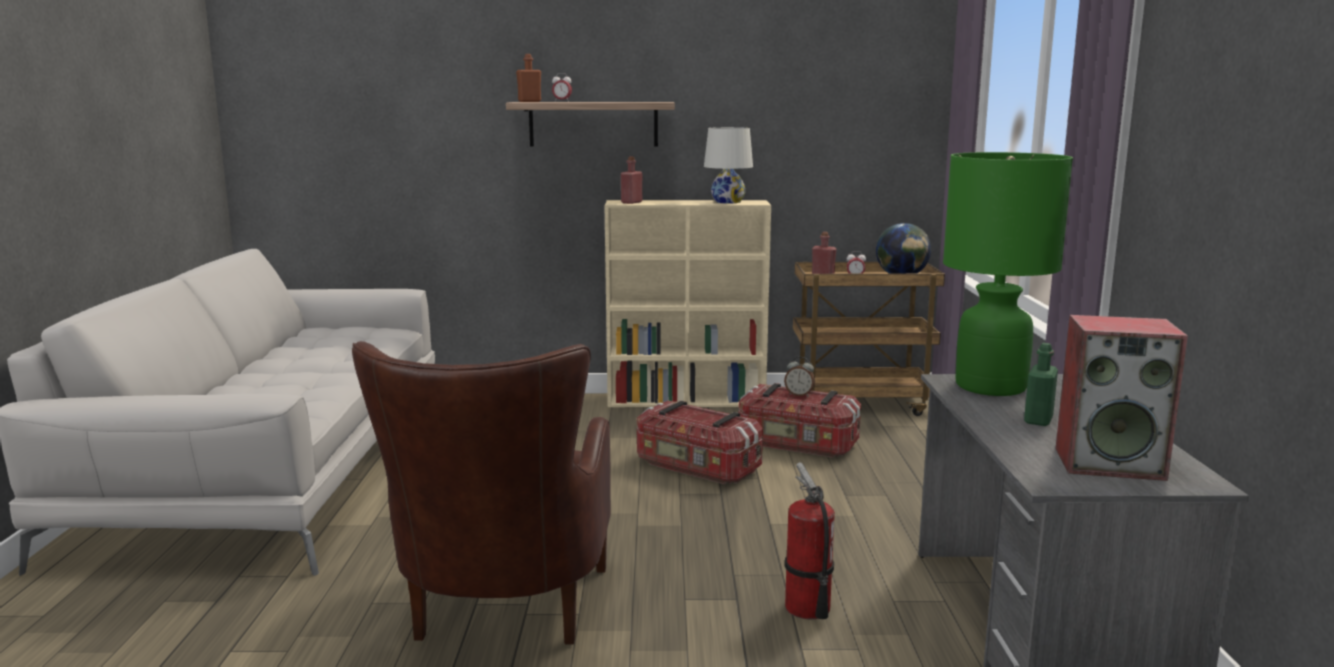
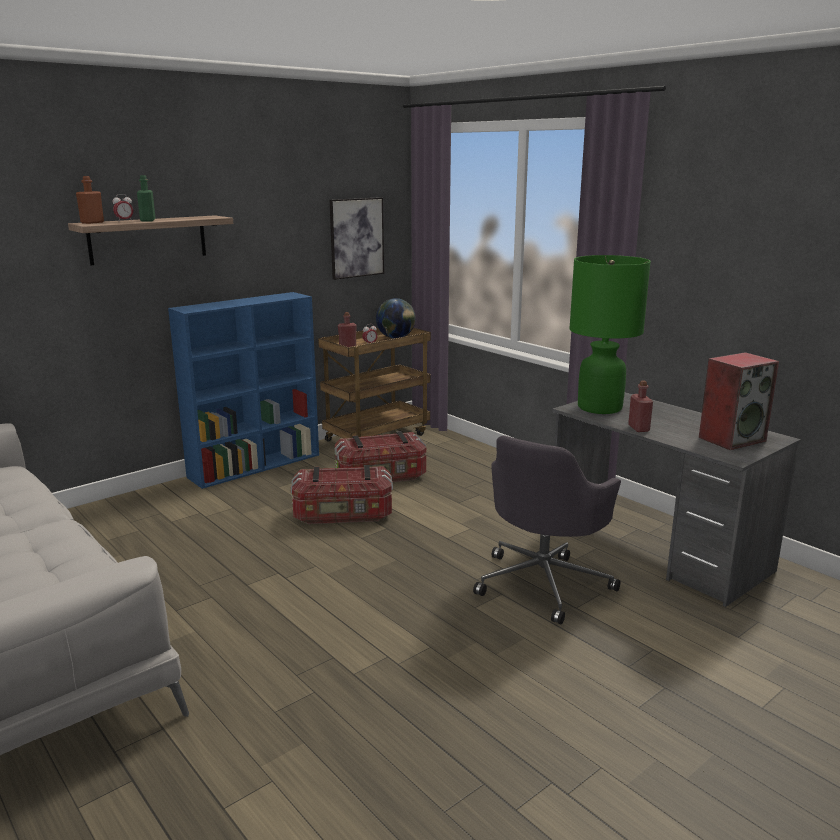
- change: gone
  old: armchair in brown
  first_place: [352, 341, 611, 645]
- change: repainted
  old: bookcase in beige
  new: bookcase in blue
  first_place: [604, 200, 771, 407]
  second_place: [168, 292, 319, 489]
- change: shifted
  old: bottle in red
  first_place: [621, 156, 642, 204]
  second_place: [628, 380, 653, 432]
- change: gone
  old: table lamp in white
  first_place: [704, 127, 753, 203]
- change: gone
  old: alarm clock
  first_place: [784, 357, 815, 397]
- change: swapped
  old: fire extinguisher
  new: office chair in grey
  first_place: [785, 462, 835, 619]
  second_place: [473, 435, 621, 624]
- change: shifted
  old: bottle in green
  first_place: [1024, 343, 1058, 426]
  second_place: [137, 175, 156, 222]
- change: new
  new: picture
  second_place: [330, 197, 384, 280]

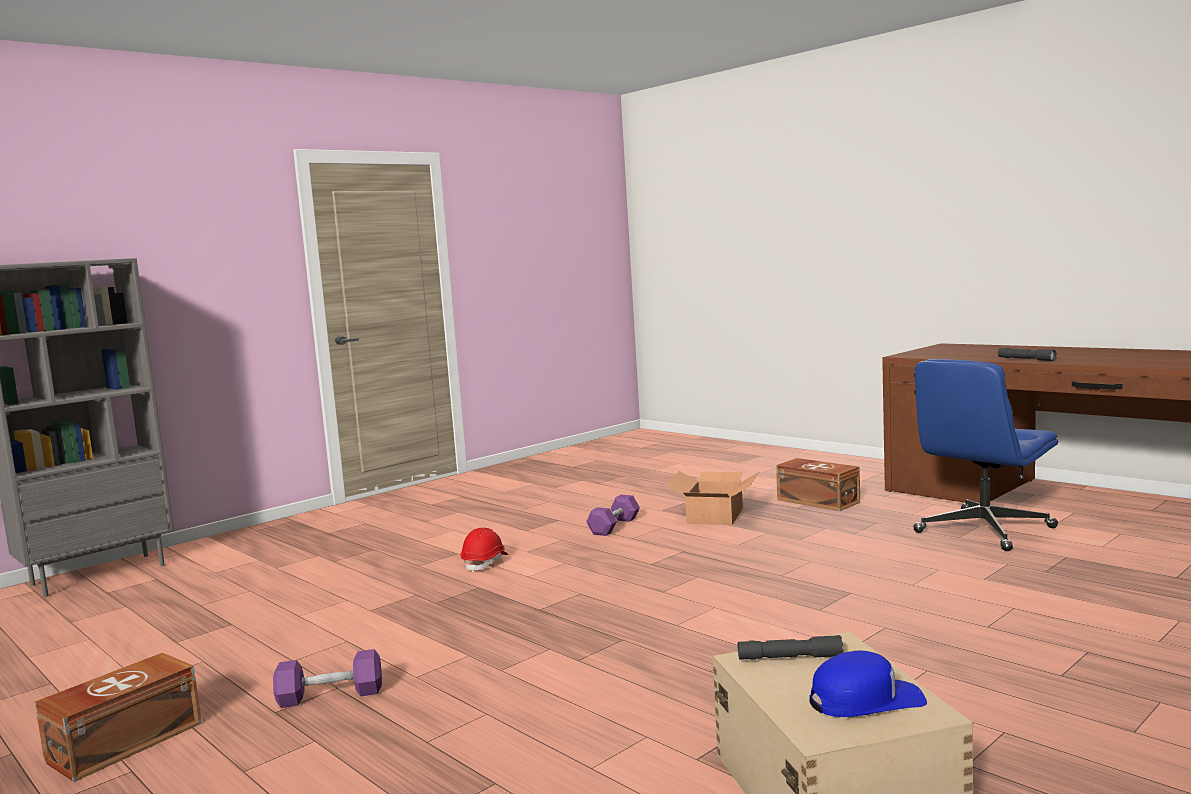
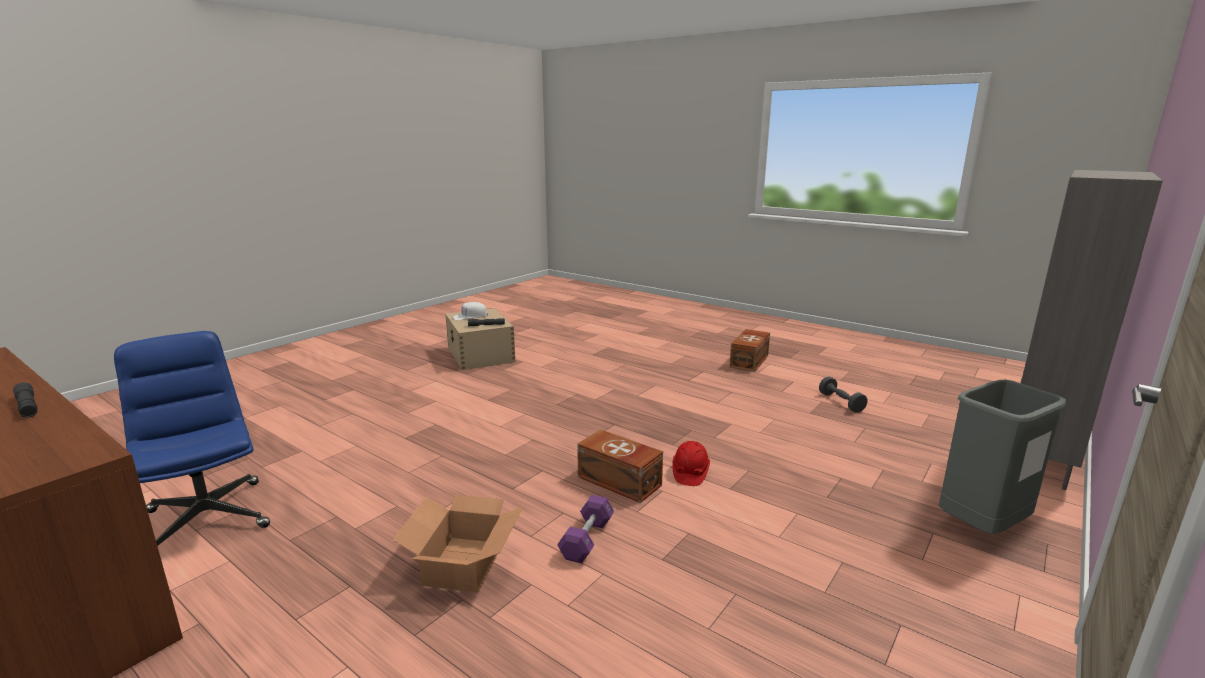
- change: gone
  old: dumbbell in purple
  first_place: [273, 649, 382, 708]
- change: shifted
  old: storage box in brown
  first_place: [776, 458, 860, 511]
  second_place: [577, 430, 663, 503]
- change: repainted
  old: cap in blue
  new: cap in white
  first_place: [809, 650, 927, 717]
  second_place: [453, 302, 488, 320]
- change: rotated
  old: office chair in blue
  first_place: [913, 359, 1058, 551]
  second_place: [114, 331, 270, 546]
  degrees: -75
- change: new
  new: dumbbell in grey
  second_place: [819, 377, 867, 413]
- change: new
  new: trash can in grey
  second_place: [939, 380, 1066, 534]

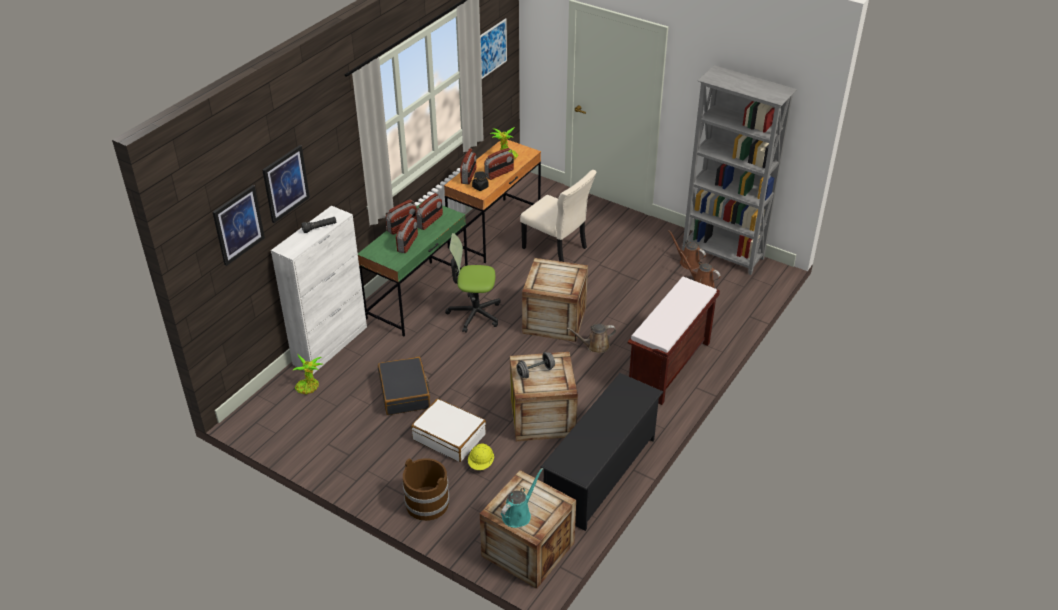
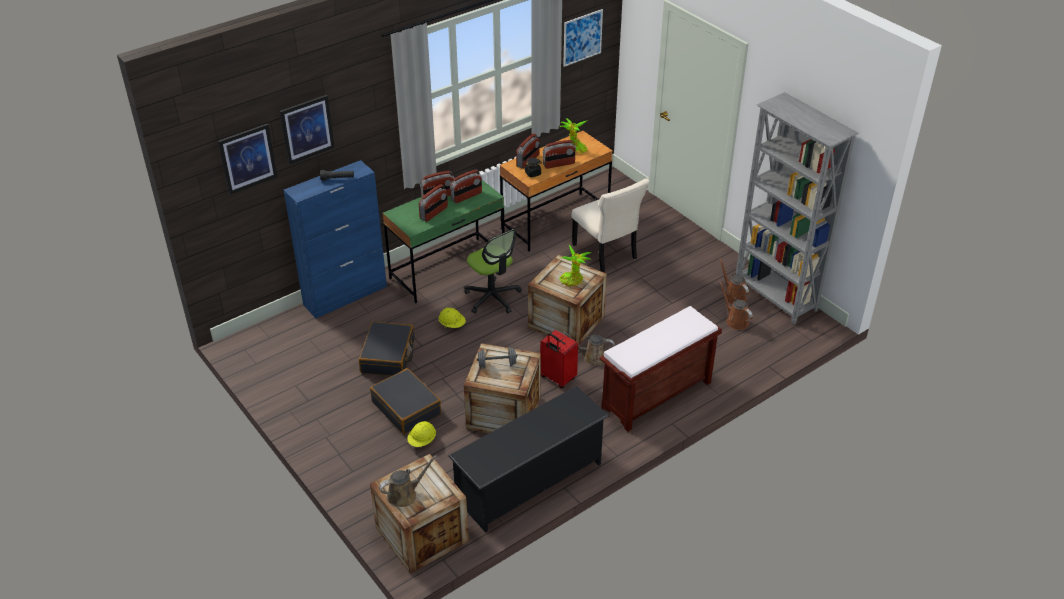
- change: repainted
  old: cabinet in white
  new: cabinet in blue
  first_place: [271, 206, 367, 374]
  second_place: [284, 160, 387, 318]
- change: shifted
  old: potted plant
  first_place: [292, 353, 322, 394]
  second_place: [559, 244, 592, 286]
- change: gone
  old: bucket in brown
  first_place: [403, 458, 449, 521]
- change: repainted
  old: suitcase in white
  new: suitcase in black
  first_place: [411, 399, 486, 462]
  second_place: [370, 368, 441, 434]
- change: rotated
  old: office chair
  first_place: [445, 233, 500, 333]
  second_place: [464, 229, 522, 314]
  degrees: -150
- change: repainted
  old: watering can in turquoise
  new: watering can in brown
  first_place: [501, 468, 543, 528]
  second_place: [379, 455, 437, 507]
- change: new
  new: hard hat in yellow
  second_place: [439, 308, 466, 328]
- change: new
  new: suitcase in red
  second_place: [540, 330, 578, 388]

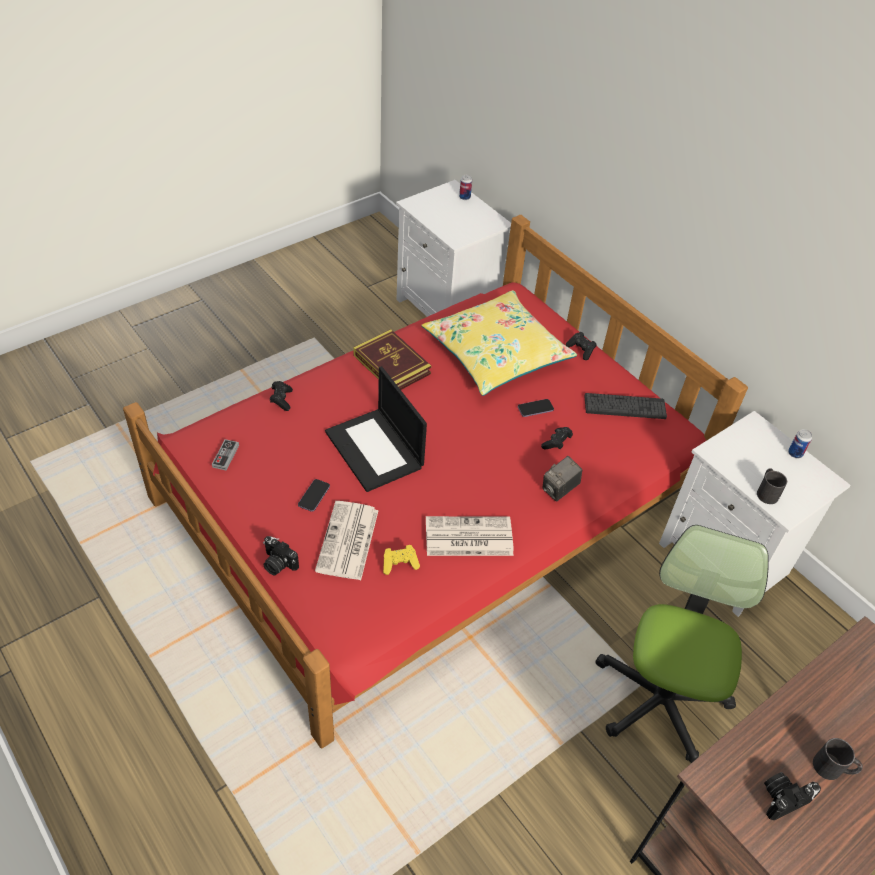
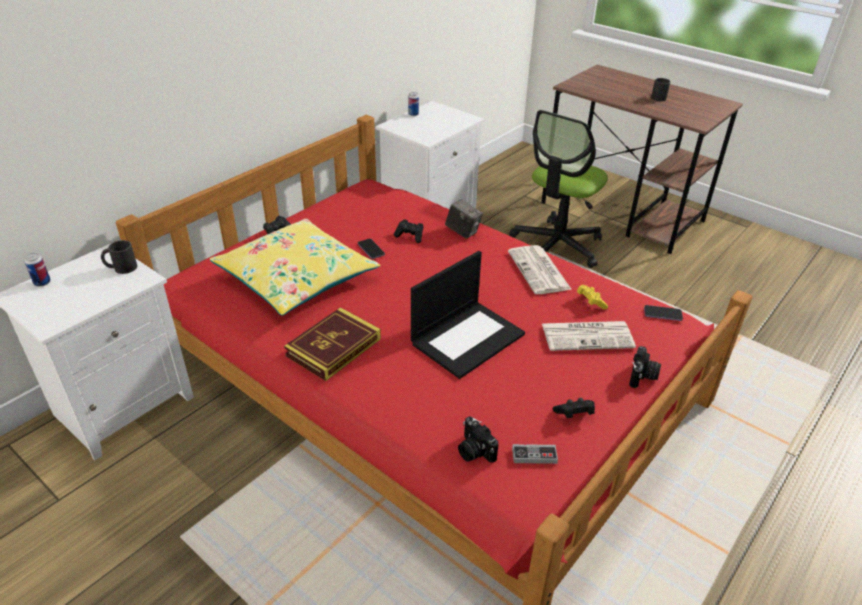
- change: shifted
  old: game controller in black
  first_place: [270, 381, 293, 411]
  second_place: [553, 398, 595, 418]
- change: shifted
  old: phone
  first_place: [298, 479, 330, 512]
  second_place: [644, 305, 683, 321]
- change: gone
  old: keyboard
  first_place: [584, 393, 667, 419]
- change: rotated
  old: office chair
  first_place: [595, 525, 769, 763]
  second_place: [509, 110, 608, 268]
  degrees: -60
- change: shifted
  old: mug in black
  first_place: [757, 468, 787, 504]
  second_place: [101, 240, 137, 274]
- change: shifted
  old: photo camera
  first_place: [764, 772, 821, 820]
  second_place: [458, 416, 498, 463]

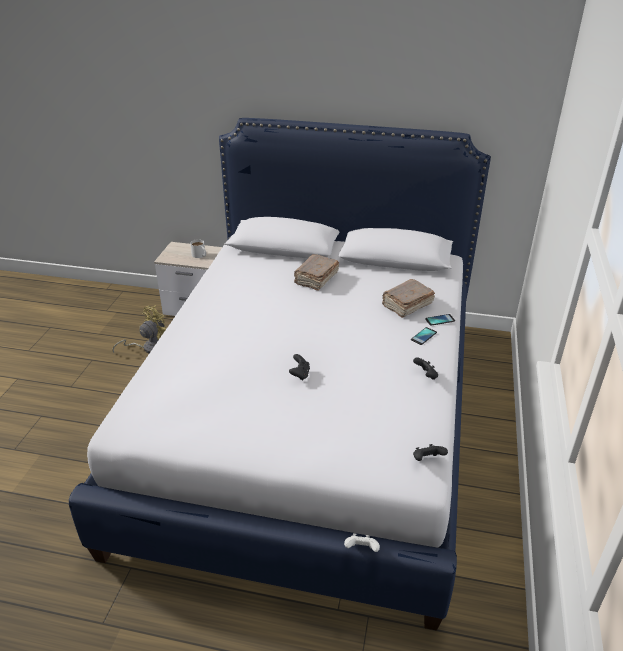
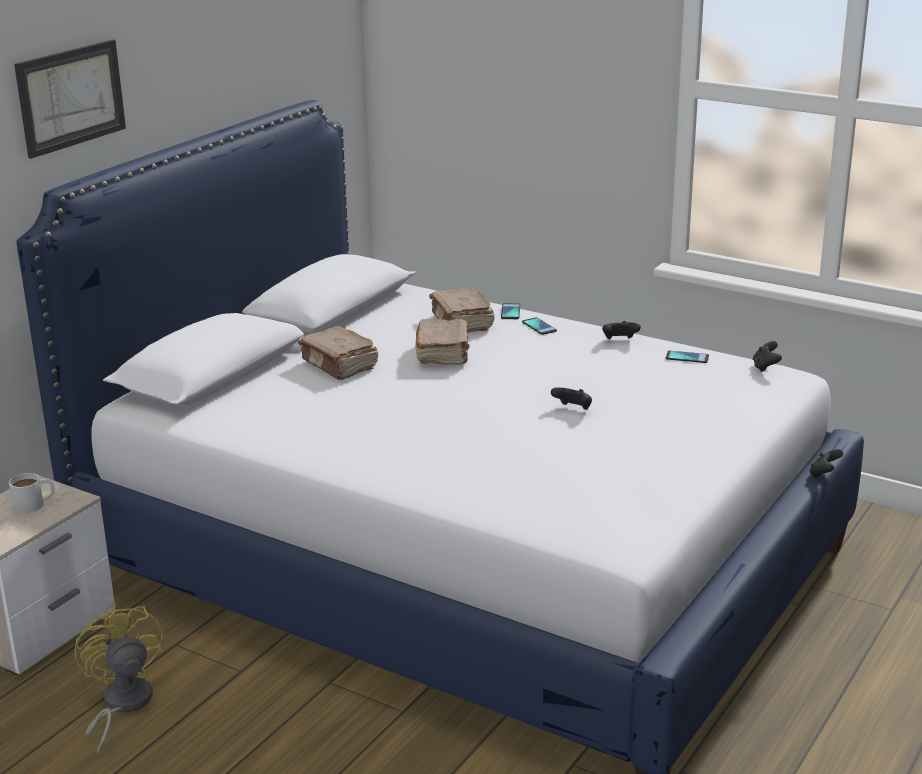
- change: repainted
  old: game controller in white
  new: game controller in black
  first_place: [344, 534, 380, 552]
  second_place: [810, 449, 843, 478]
- change: new
  new: picture
  second_place: [14, 39, 126, 159]
- change: new
  new: book in brown
  second_place: [415, 318, 469, 365]
- change: new
  new: phone
  second_place: [666, 351, 709, 363]

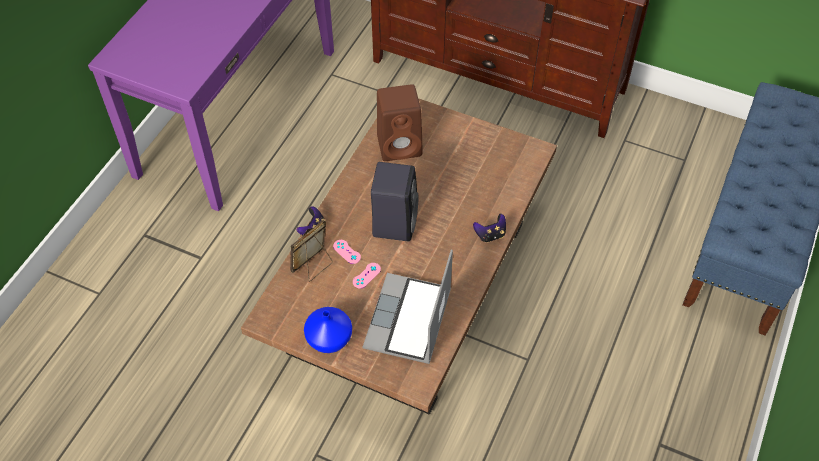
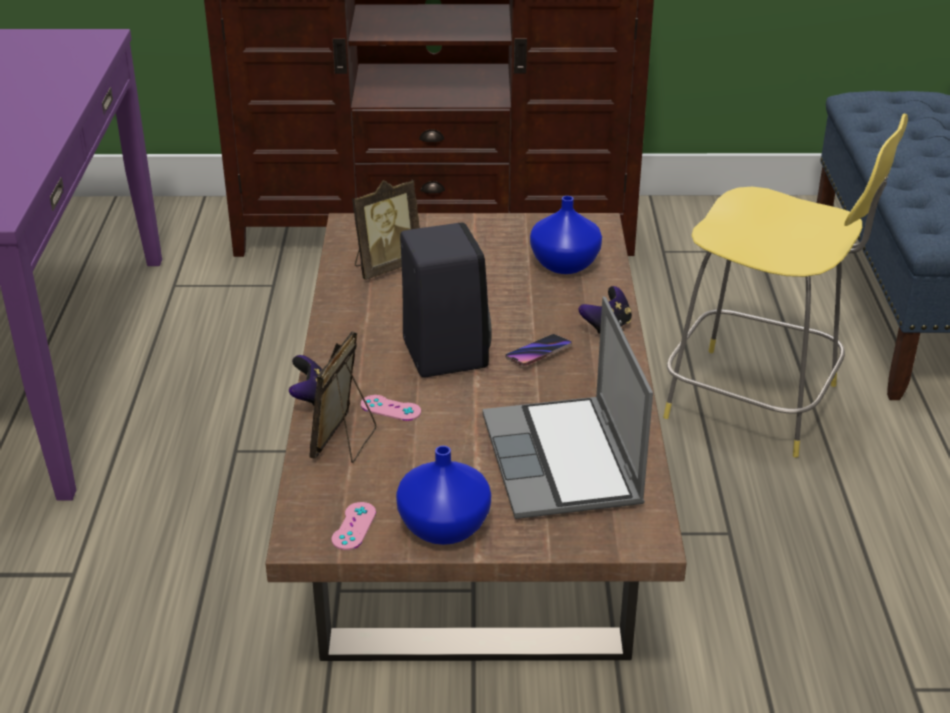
- change: shifted
  old: game controller in pink
  first_place: [353, 263, 381, 289]
  second_place: [331, 502, 376, 550]
- change: swapped
  old: speaker in brown
  new: picture frame
  first_place: [377, 84, 423, 161]
  second_place: [352, 180, 420, 280]
- change: new
  new: phone
  second_place: [505, 334, 572, 366]
- change: new
  new: vase in blue
  second_place: [530, 196, 602, 274]
- change: new
  new: stool in yellow
  second_place: [663, 114, 908, 458]

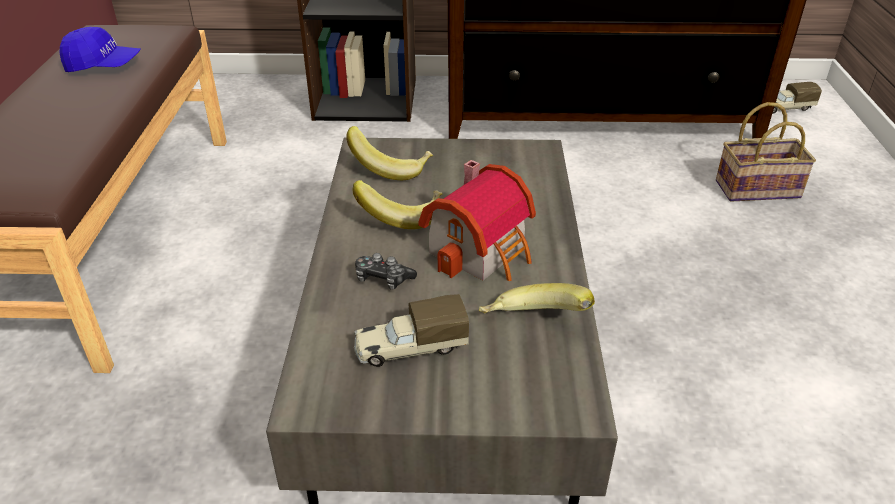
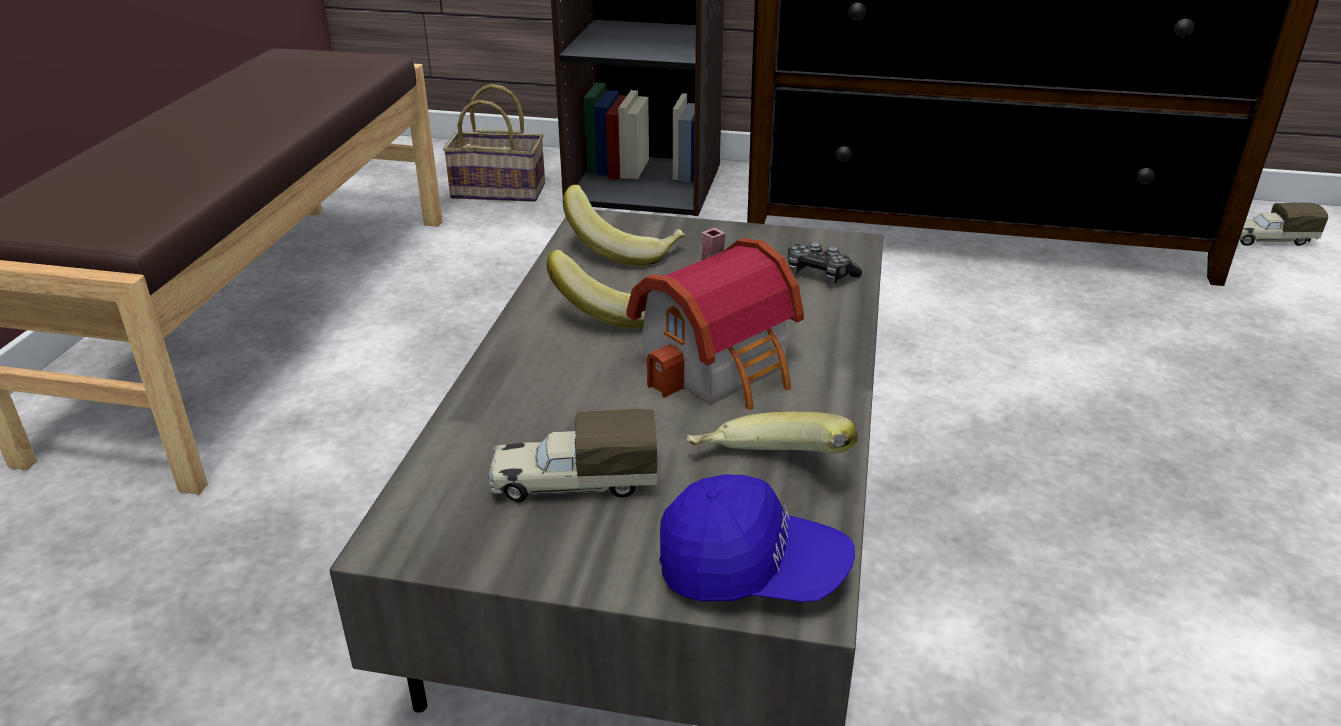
- change: shifted
  old: cap in blue
  first_place: [60, 27, 141, 72]
  second_place: [660, 475, 855, 602]
- change: shifted
  old: game controller
  first_place: [355, 253, 417, 290]
  second_place: [788, 241, 862, 284]
- change: shifted
  old: basket
  first_place: [716, 102, 816, 201]
  second_place: [443, 84, 545, 202]

